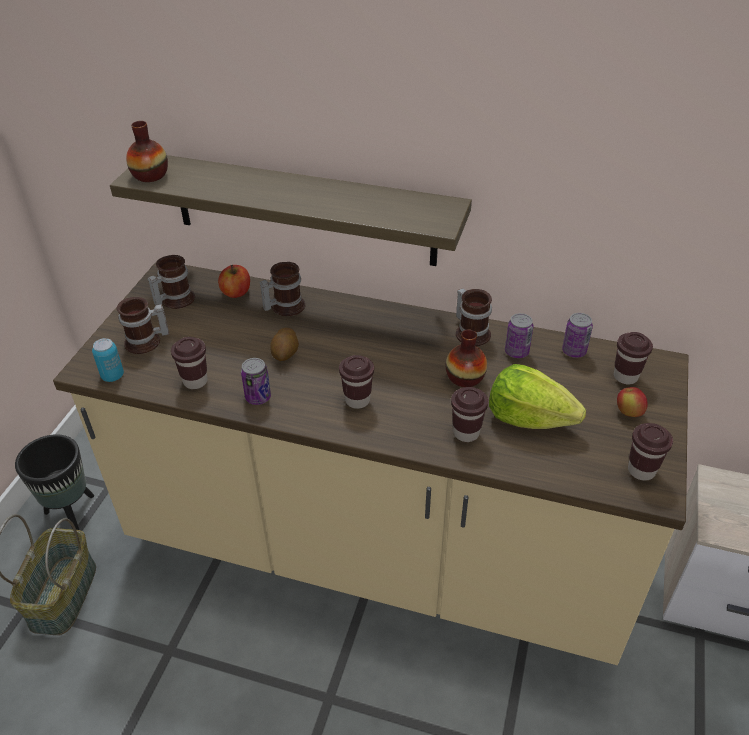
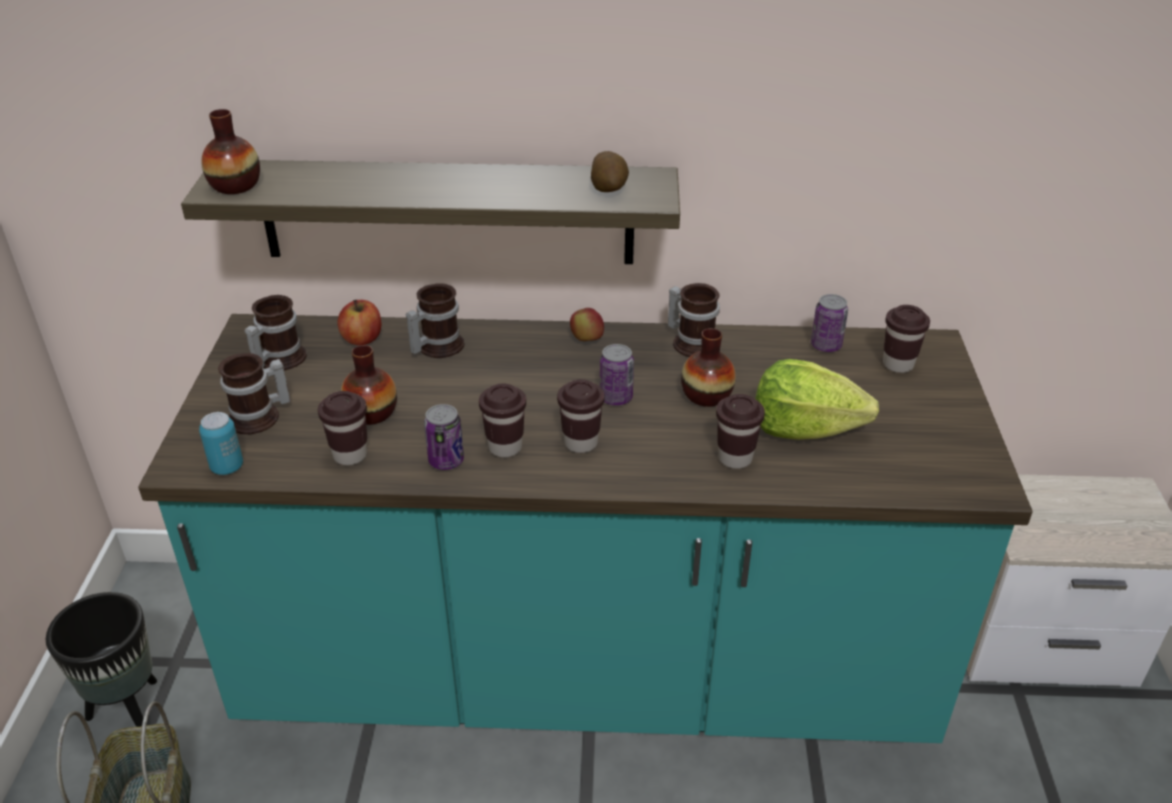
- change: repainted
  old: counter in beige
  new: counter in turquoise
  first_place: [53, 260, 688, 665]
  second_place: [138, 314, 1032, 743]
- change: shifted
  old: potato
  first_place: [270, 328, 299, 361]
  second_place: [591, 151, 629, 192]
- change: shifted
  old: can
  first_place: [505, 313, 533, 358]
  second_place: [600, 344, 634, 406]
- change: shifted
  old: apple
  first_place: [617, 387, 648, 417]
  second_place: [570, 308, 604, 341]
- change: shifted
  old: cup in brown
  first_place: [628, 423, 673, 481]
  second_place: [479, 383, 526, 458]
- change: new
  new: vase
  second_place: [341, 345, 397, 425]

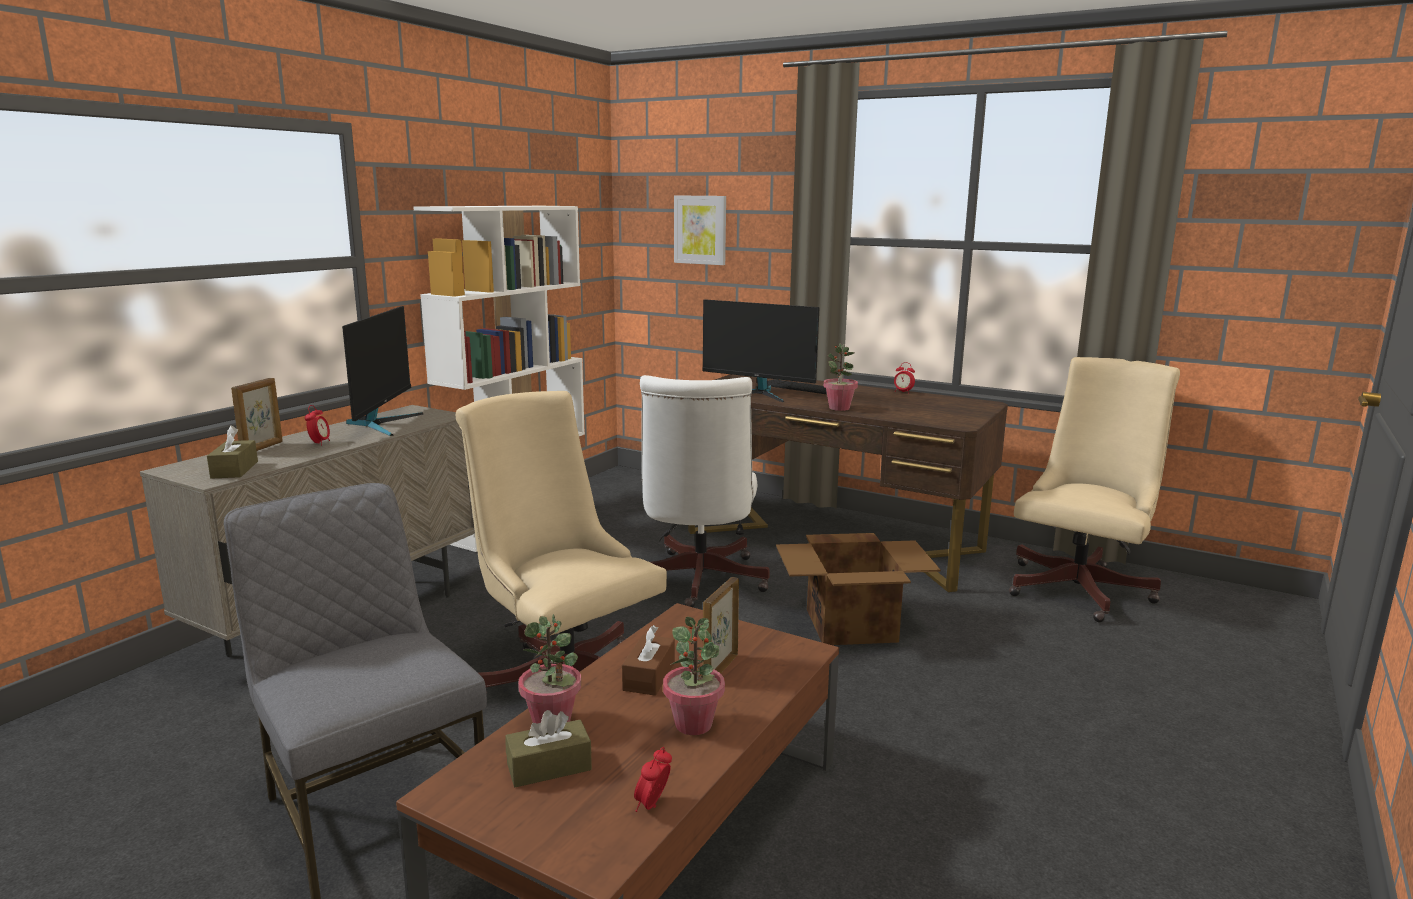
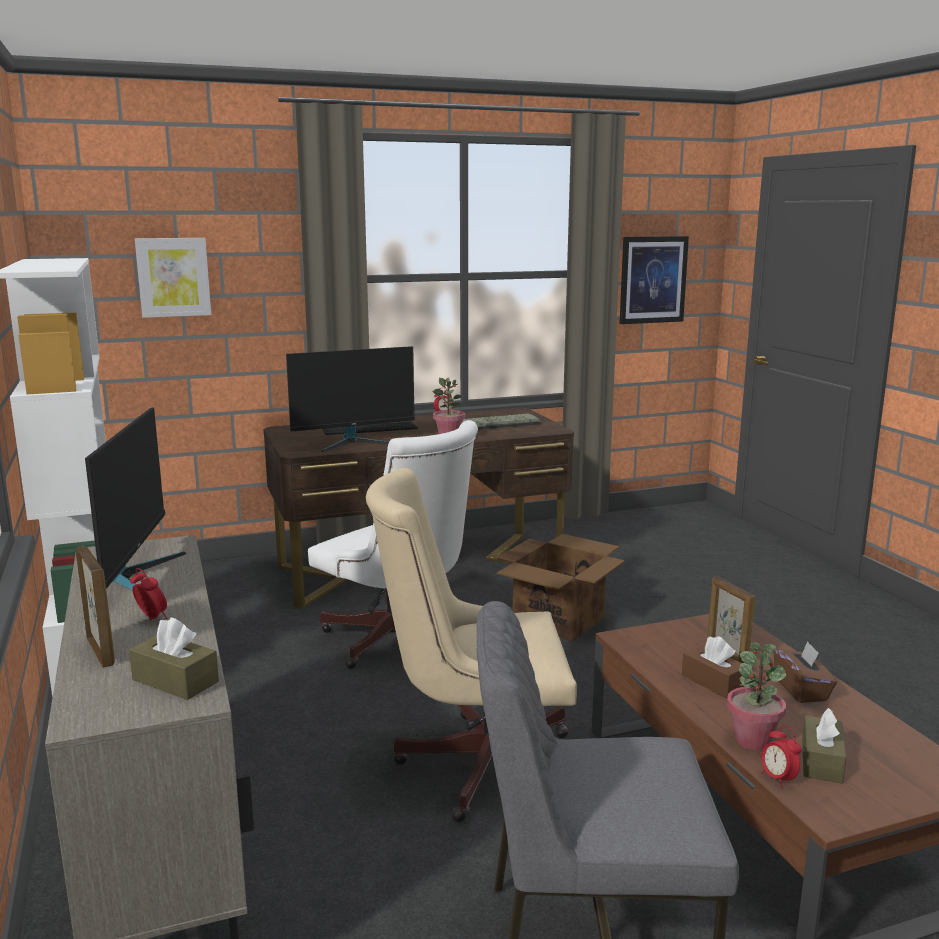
- change: rotated
  old: monitor
  first_place: [342, 306, 423, 436]
  second_place: [85, 408, 186, 591]
  degrees: 45
- change: shifted
  old: alarm clock
  first_place: [634, 747, 672, 812]
  second_place: [761, 725, 802, 788]
- change: swapped
  old: potted plant
  new: tissue box in brown
  first_place: [663, 617, 725, 735]
  second_place: [774, 641, 837, 703]
- change: gone
  old: office chair in beige
  first_place: [1009, 357, 1180, 622]
- change: new
  new: keyboard
  second_place: [462, 413, 542, 430]
- change: new
  new: picture
  second_place: [620, 236, 689, 324]

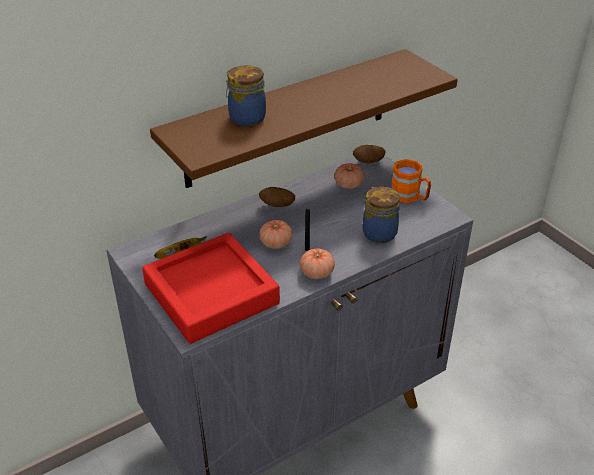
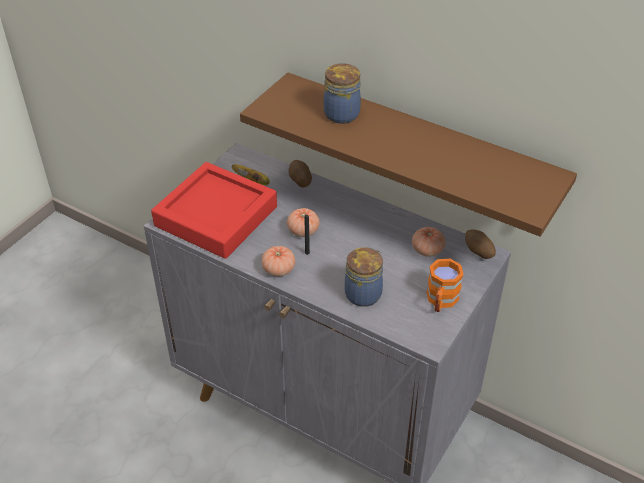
- change: shifted
  old: potato
  first_place: [259, 187, 295, 207]
  second_place: [289, 160, 312, 187]

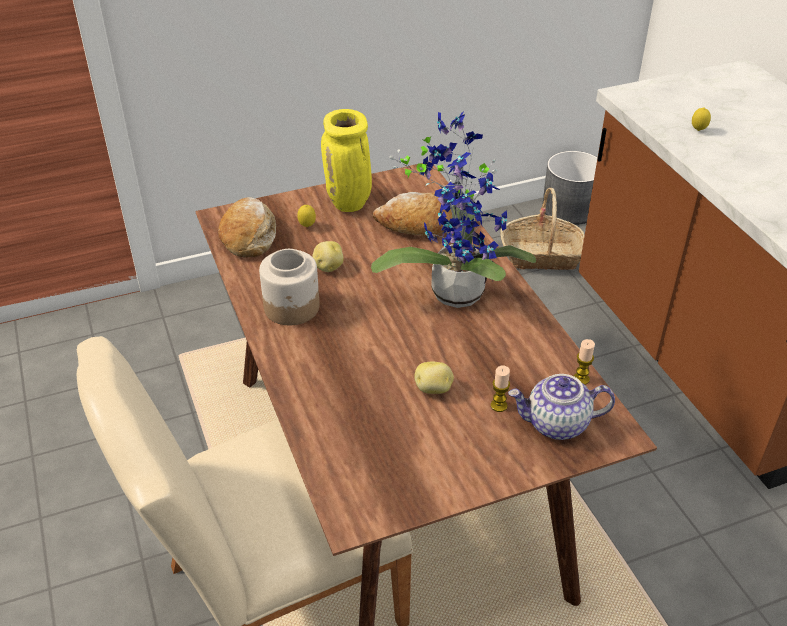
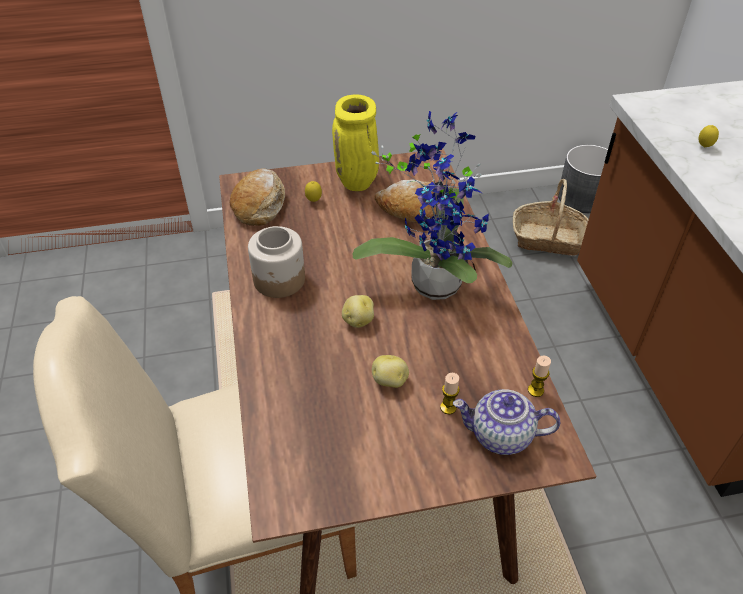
- change: shifted
  old: potato
  first_place: [312, 241, 344, 272]
  second_place: [342, 295, 374, 328]

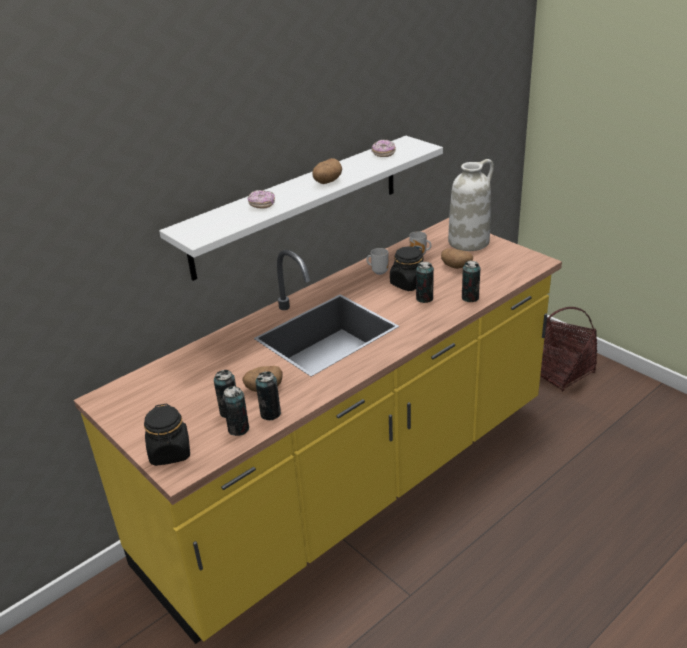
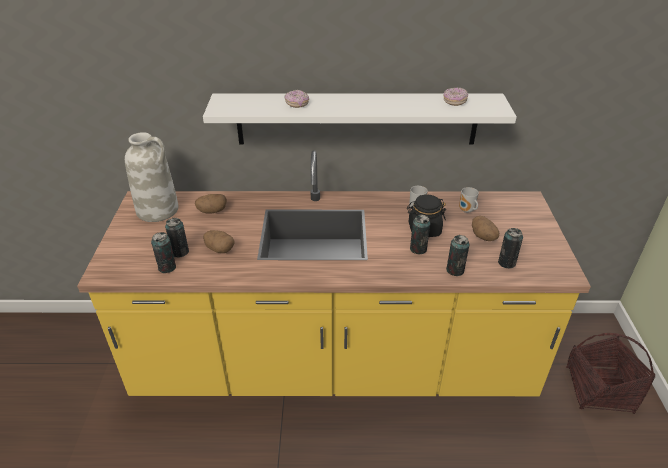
- change: gone
  old: jar in black
  first_place: [144, 403, 190, 466]
- change: shifted
  old: can
  first_place: [256, 371, 281, 420]
  second_place: [498, 228, 523, 268]
- change: shifted
  old: potato
  first_place: [312, 158, 342, 184]
  second_place: [195, 194, 227, 214]
- change: shifted
  old: vase in white
  first_place: [448, 159, 494, 251]
  second_place: [125, 132, 179, 222]

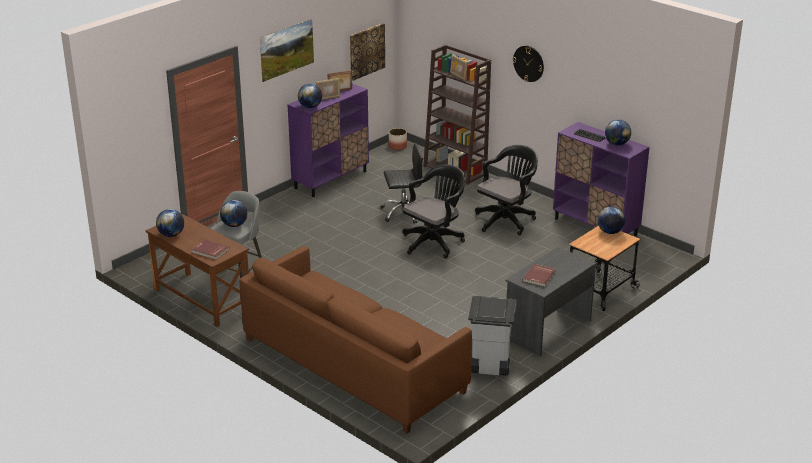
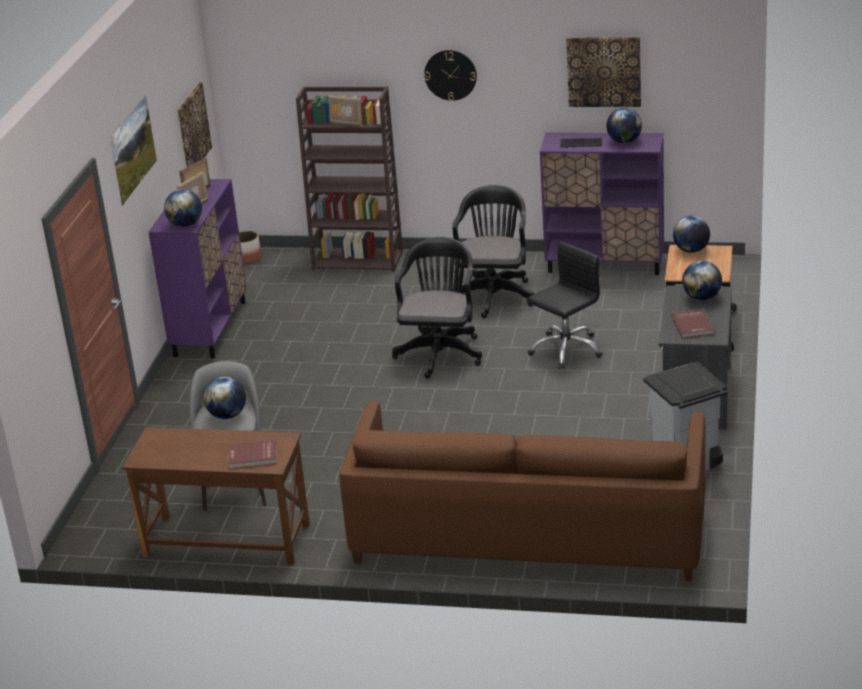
- change: shifted
  old: globe
  first_place: [156, 209, 184, 237]
  second_place: [682, 261, 722, 300]
- change: shifted
  old: office chair in black
  first_place: [380, 143, 423, 224]
  second_place: [527, 241, 602, 369]
- change: new
  new: picture
  second_place: [566, 37, 641, 107]

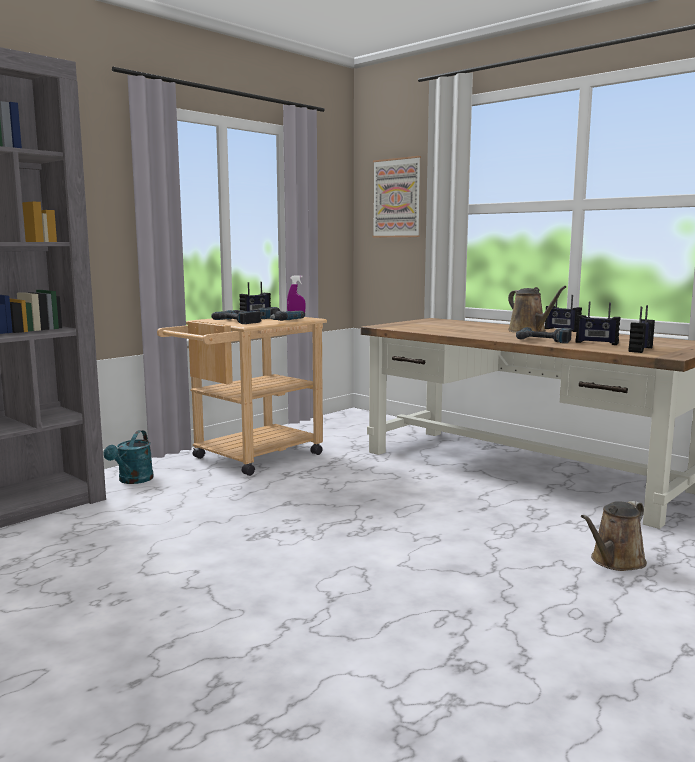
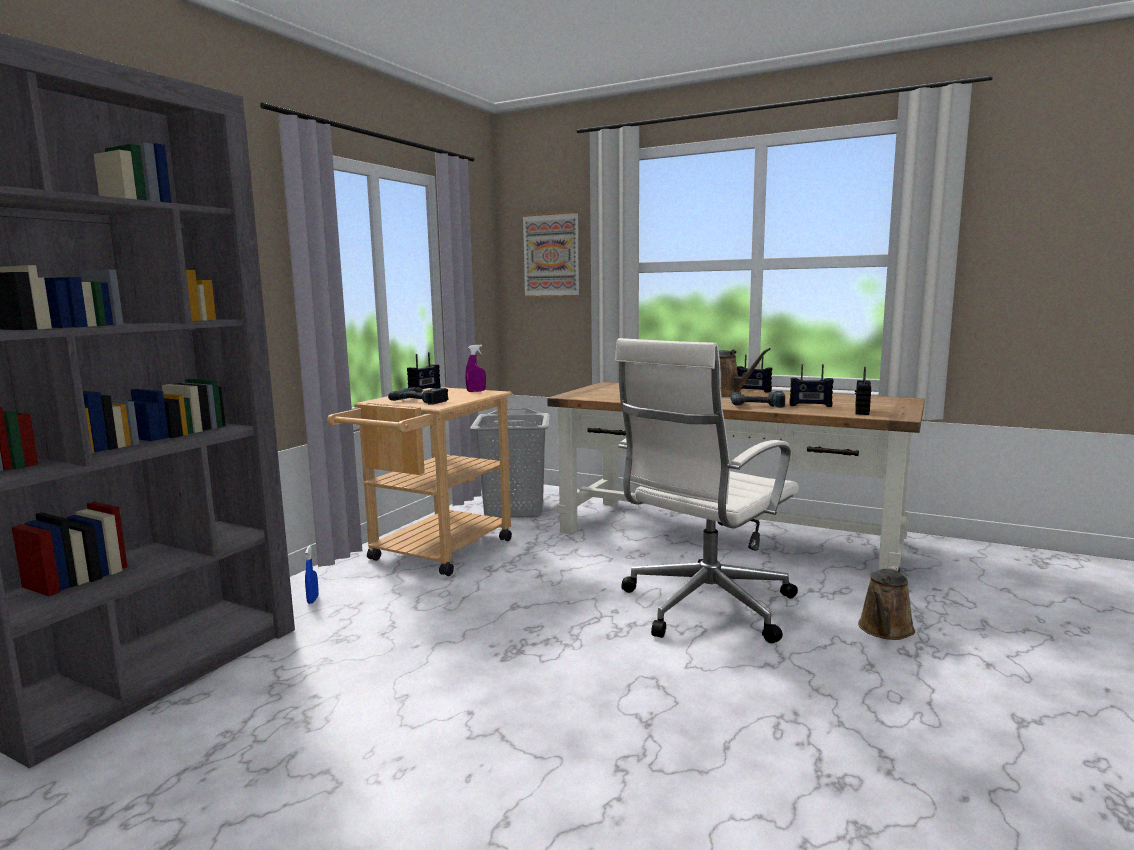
- change: swapped
  old: watering can in turquoise
  new: spray bottle in blue
  first_place: [104, 430, 154, 484]
  second_place: [305, 545, 319, 604]
- change: gone
  old: power drill
  first_place: [257, 307, 305, 321]
- change: new
  new: laundry basket in grey
  second_place: [470, 408, 550, 518]
- change: new
  new: office chair in white
  second_place: [615, 338, 799, 643]

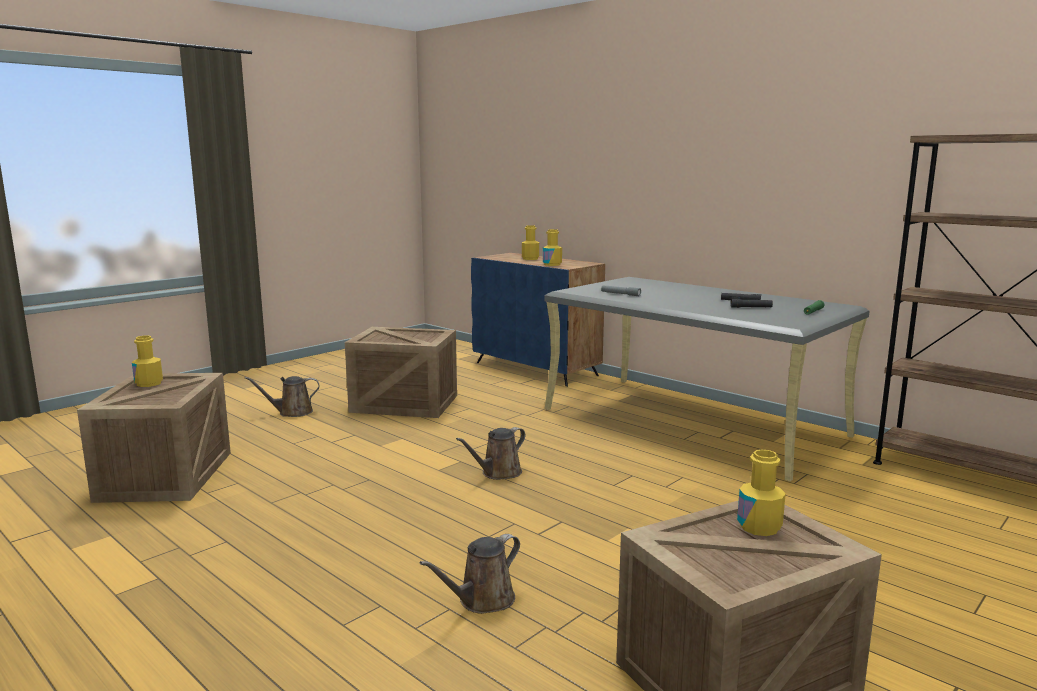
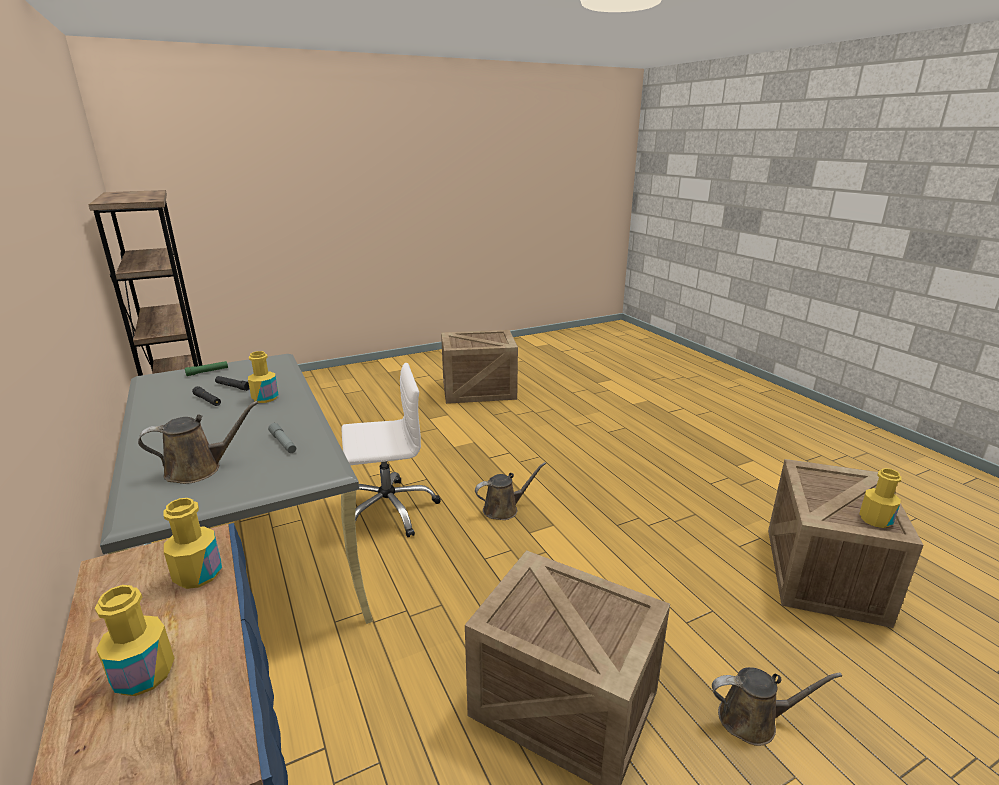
- change: shifted
  old: watering can in brown
  first_place: [420, 534, 520, 614]
  second_place: [138, 401, 258, 484]
- change: shifted
  old: bottle in yellow
  first_place: [737, 449, 786, 536]
  second_place: [248, 351, 279, 403]
- change: new
  new: office chair in white
  second_place: [342, 363, 441, 537]

